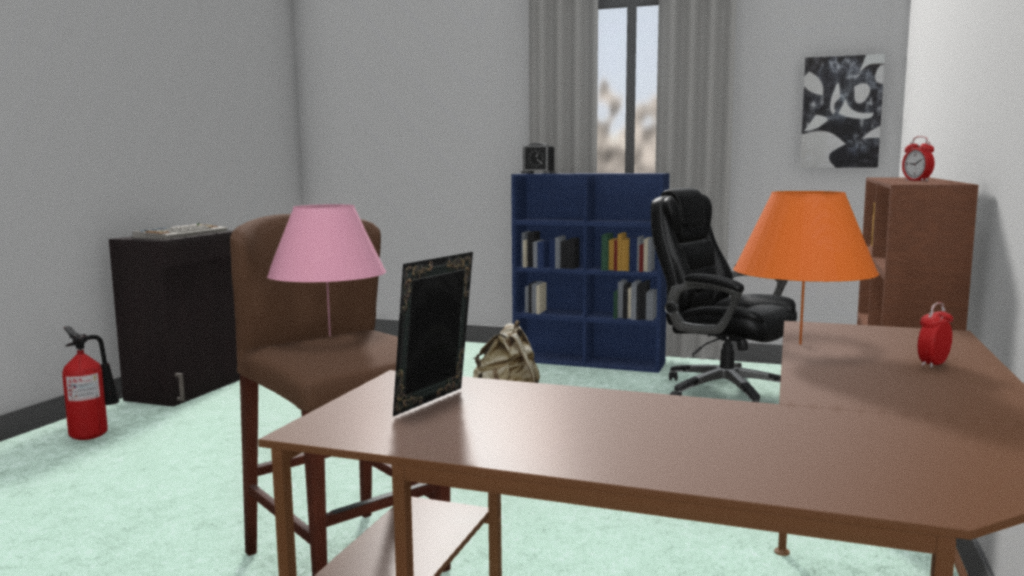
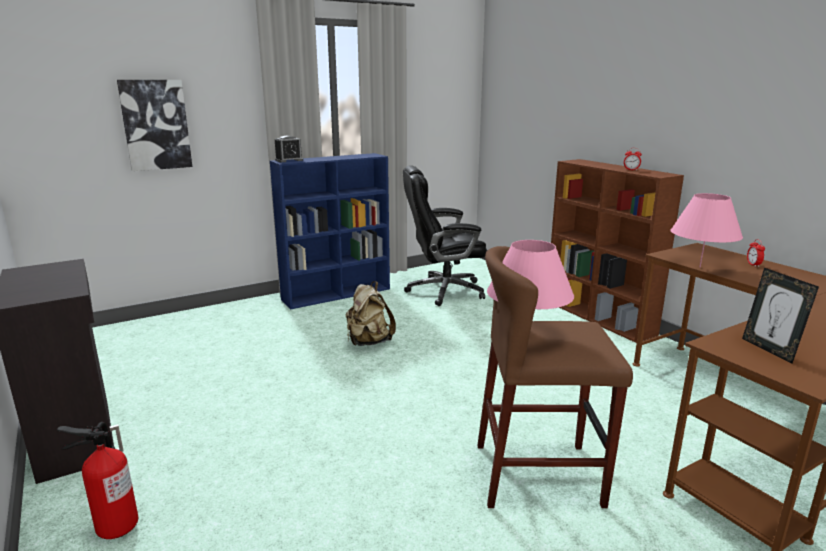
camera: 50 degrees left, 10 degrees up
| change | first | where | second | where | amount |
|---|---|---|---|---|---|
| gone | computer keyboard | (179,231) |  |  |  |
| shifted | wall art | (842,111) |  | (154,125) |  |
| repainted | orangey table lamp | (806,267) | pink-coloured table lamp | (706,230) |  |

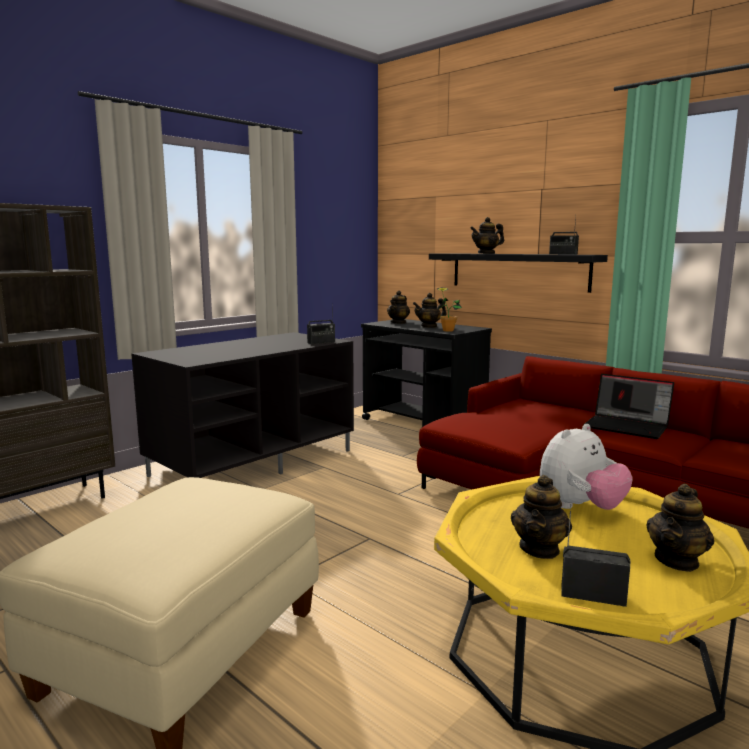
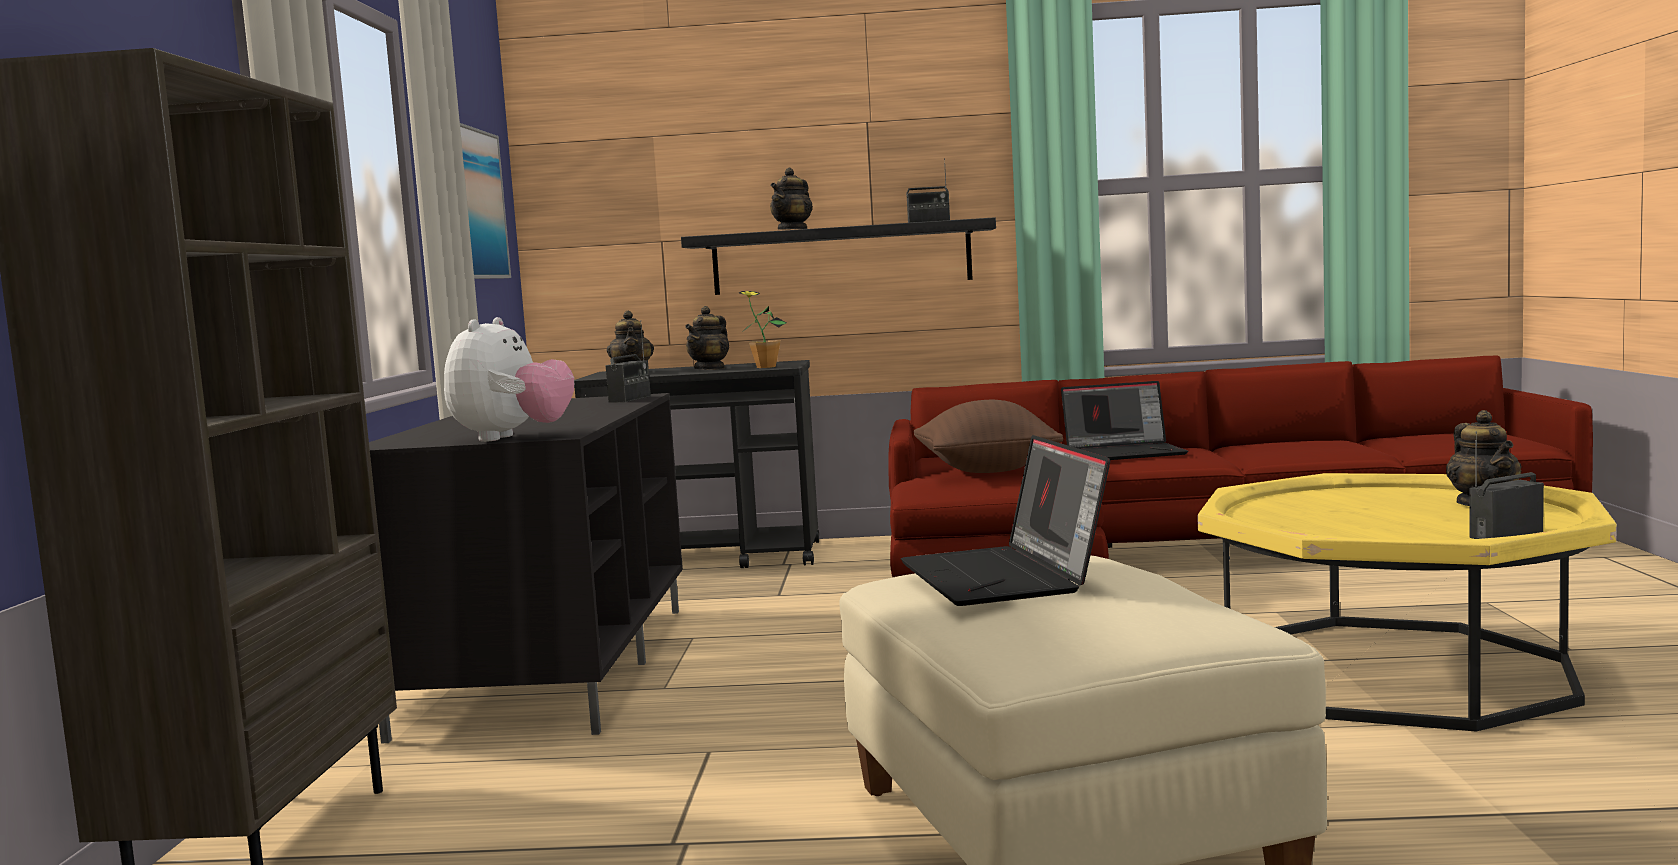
camera: 40 degrees left, 5 degrees down
| change | first | where | second | where | amount |
|---|---|---|---|---|---|
| gone | tea pot | (541,517) |  |  |  |
| new |  |  | wall art | (485,201) |  |
| new |  |  | laptop | (1005,520) |  |
| new |  |  | brownish cushion | (988,436) |  |
| shifted | cuddly toy | (586,467) |  | (509,379) |  |

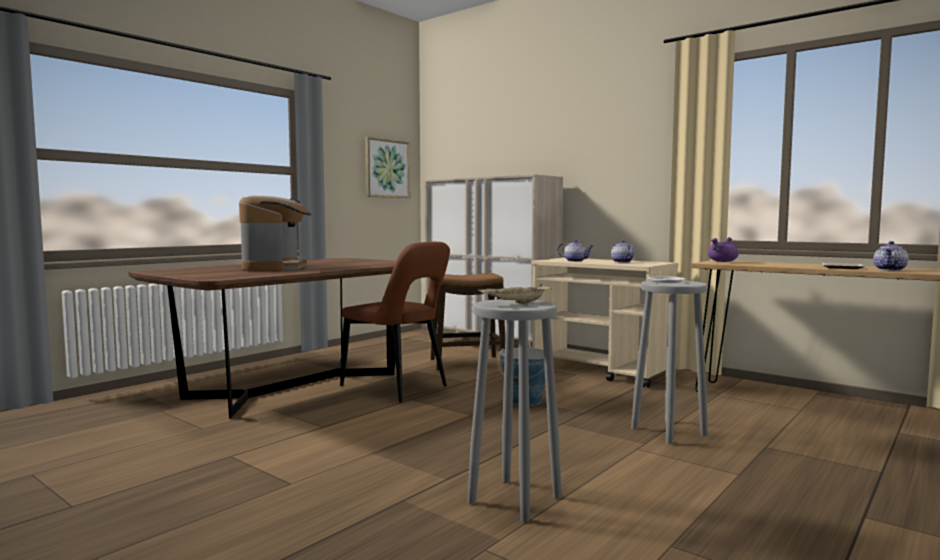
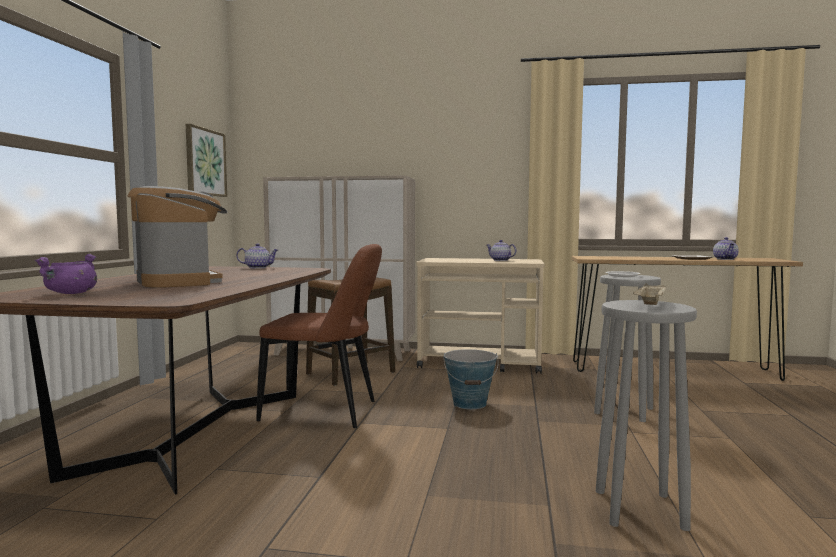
camera: 30 degrees left, 0 degrees up
| change | first | where | second | where | amount |
|---|---|---|---|---|---|
| shifted | tea pot | (575,251) |  | (257,256) |  |
| shifted | purplish stockpot | (723,249) |  | (66,274) |  |

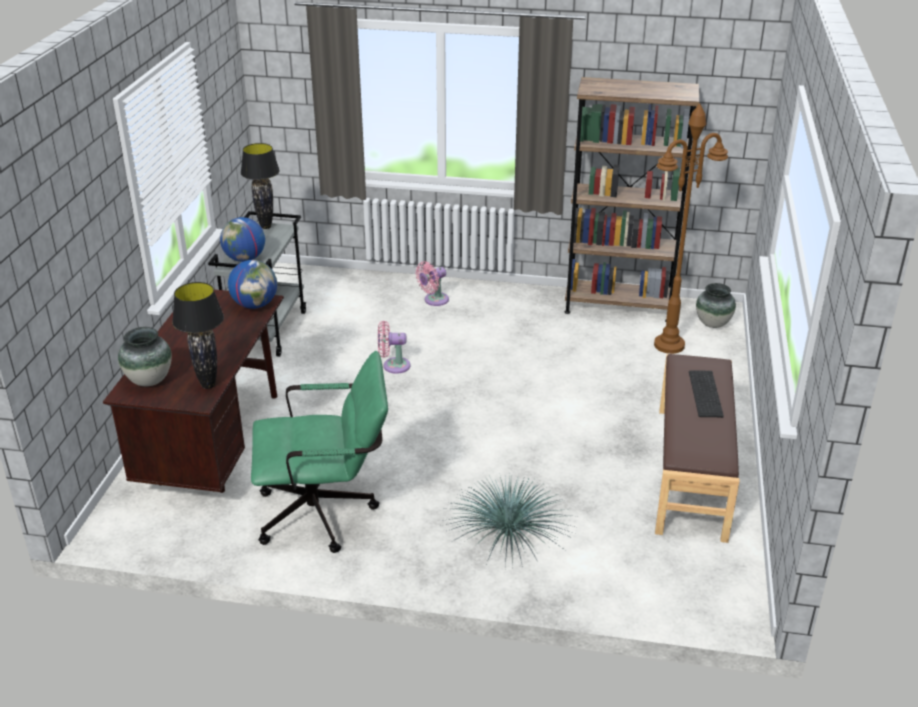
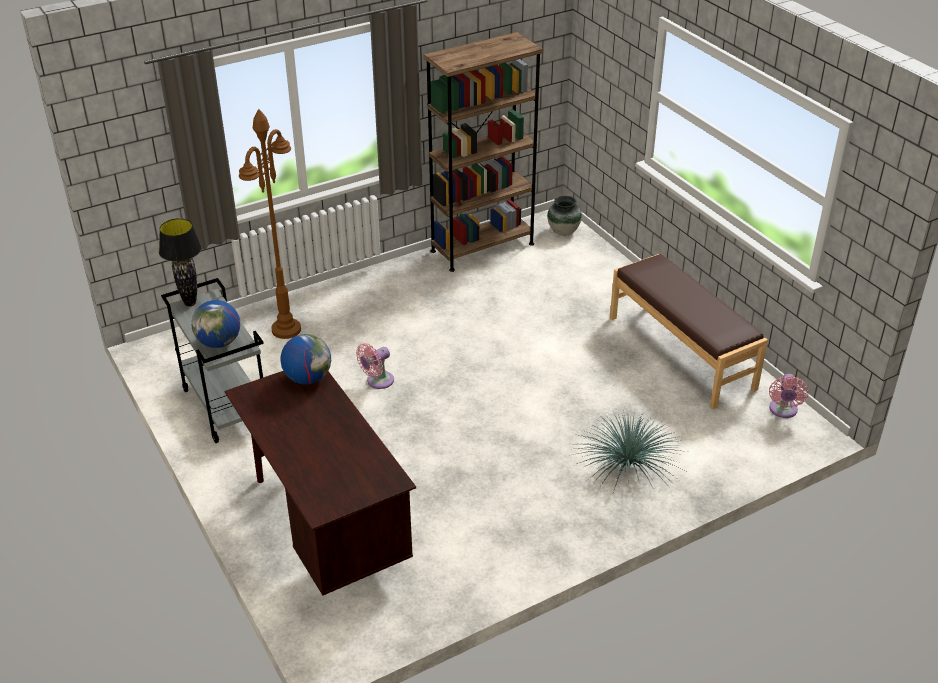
camera: 40 degrees left, 5 degrees up
| change | first | where | second | where | amount |
|---|---|---|---|---|---|
| gone | vase | (145,356) |  |  |  |
| gone | black-coloured table lamp | (198,335) |  |  |  |
| gone | green computer chair | (319,452) |  |  |  |
| gone | computer keyboard | (706,394) |  |  |  |
| shifted | pink-coloured electric fan | (432,283) |  | (789,395) |  |
| shifted | brownish standard lamp | (691,228) |  | (270,224) |  |

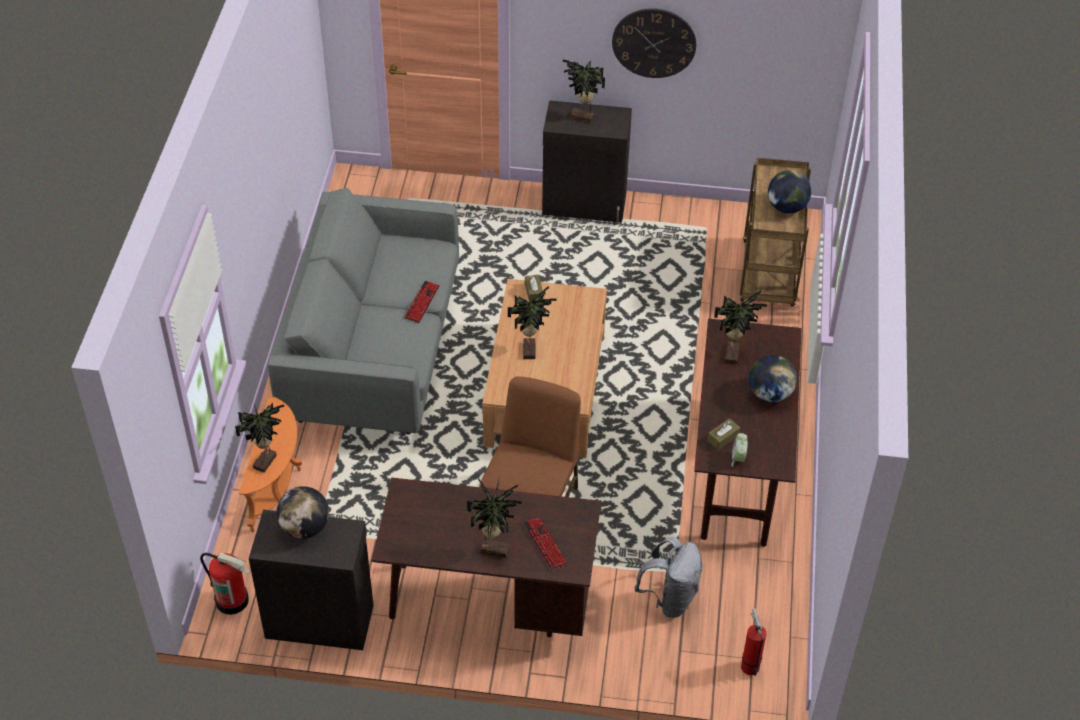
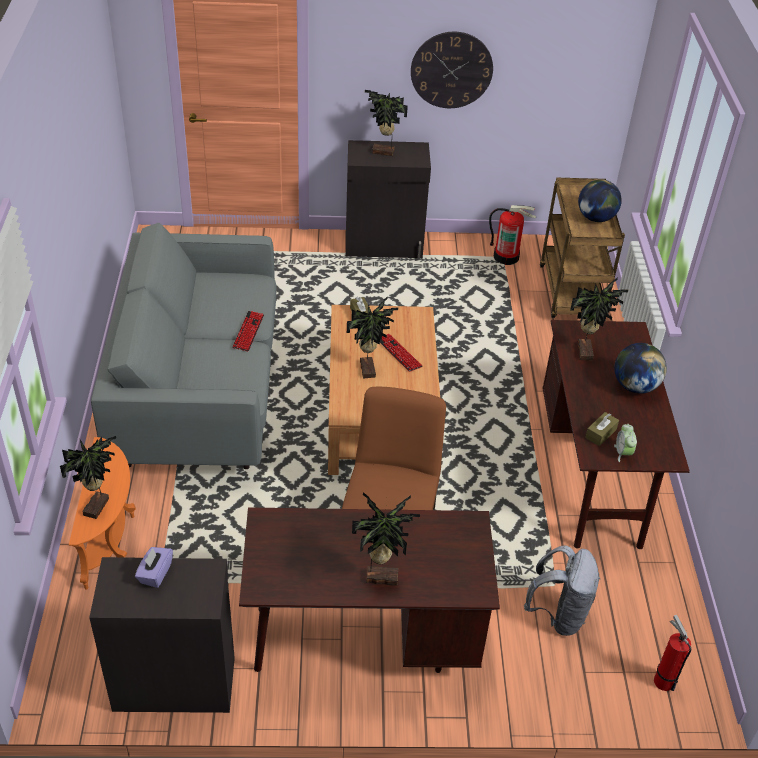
camera: 10 degrees left, 5 degrees down
| change | first | where | second | where | amount |
|---|---|---|---|---|---|
| shifted | fire extinguisher | (225,584) |  | (513,235) |  |
| shifted | computer keyboard | (545,543) |  | (401,353) |  |
| swapped | globe | (302,512) | purplish box of tissues | (154,567) |  |

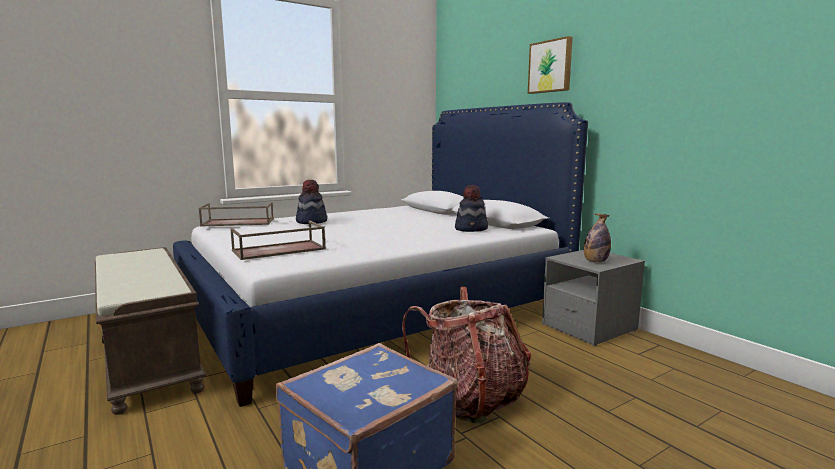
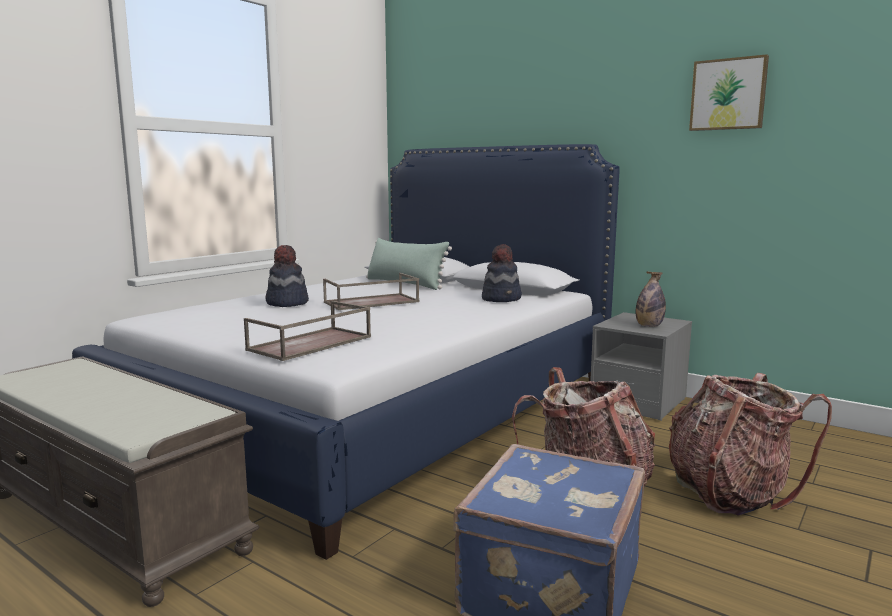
camera: 20 degrees left, 0 degrees up
| change | first | where | second | where | amount |
|---|---|---|---|---|---|
| new |  |  | green cushion | (409,264) |  |
| new |  |  | backpack | (750,444) |  |
| shifted | brownish serving tray | (236,214) |  | (371,291) |  |
| shifted | wall art | (550,65) |  | (729,92) |  |

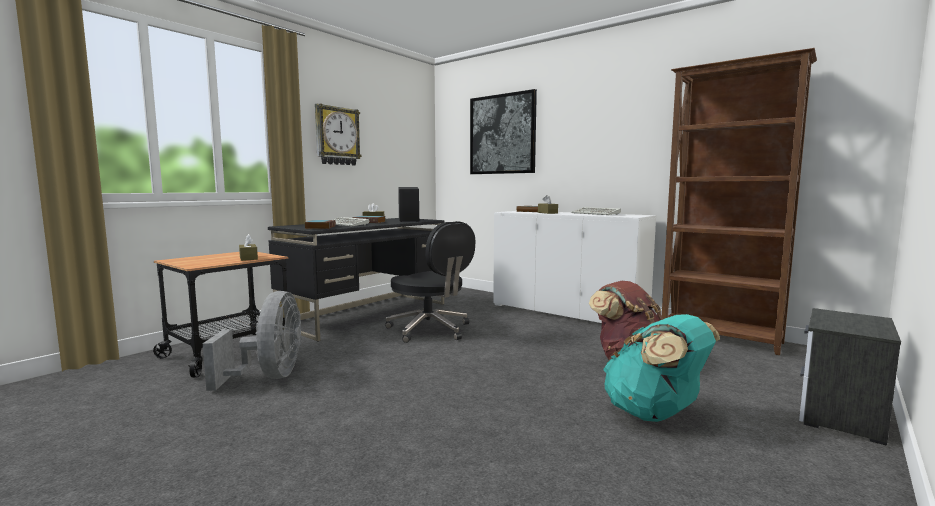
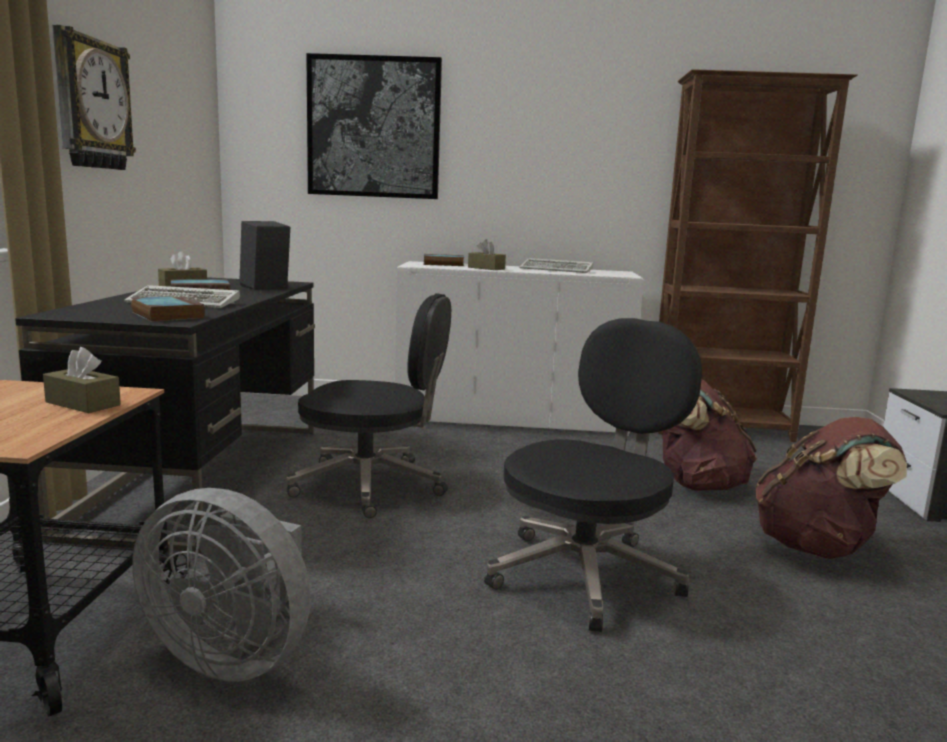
camera: 35 degrees left, 5 degrees up
| change | first | where | second | where | amount |
|---|---|---|---|---|---|
| new |  |  | black-coloured computer chair | (593,475) |  |
| repainted | blue-green backpack | (661,368) | brownish backpack | (831,488) |  |
| rotated | greyish electric fan | (252,341) |  | (221,585) | 150 degrees clockwise |

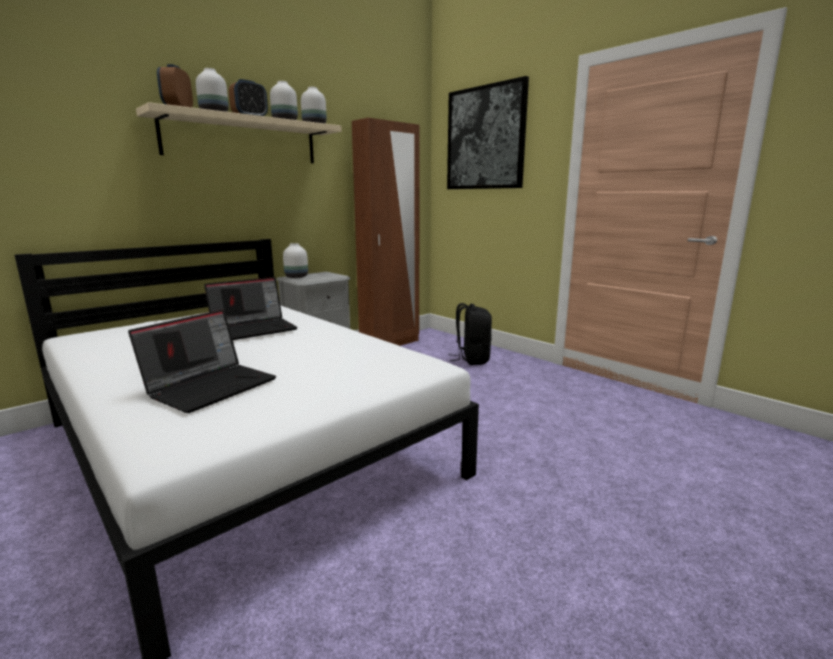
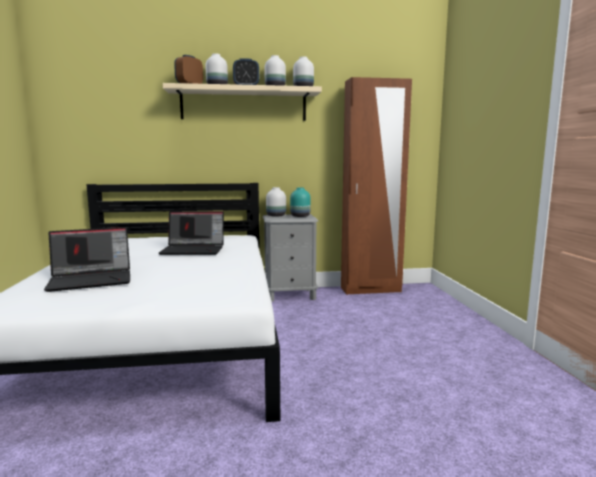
camera: 35 degrees right, 5 degrees down
| change | first | where | second | where | amount |
|---|---|---|---|---|---|
| gone | wall art | (488,132) |  |  |  |
| gone | black-coloured backpack | (470,334) |  |  |  |
| new |  |  | blue-green vase | (300,202) |  |

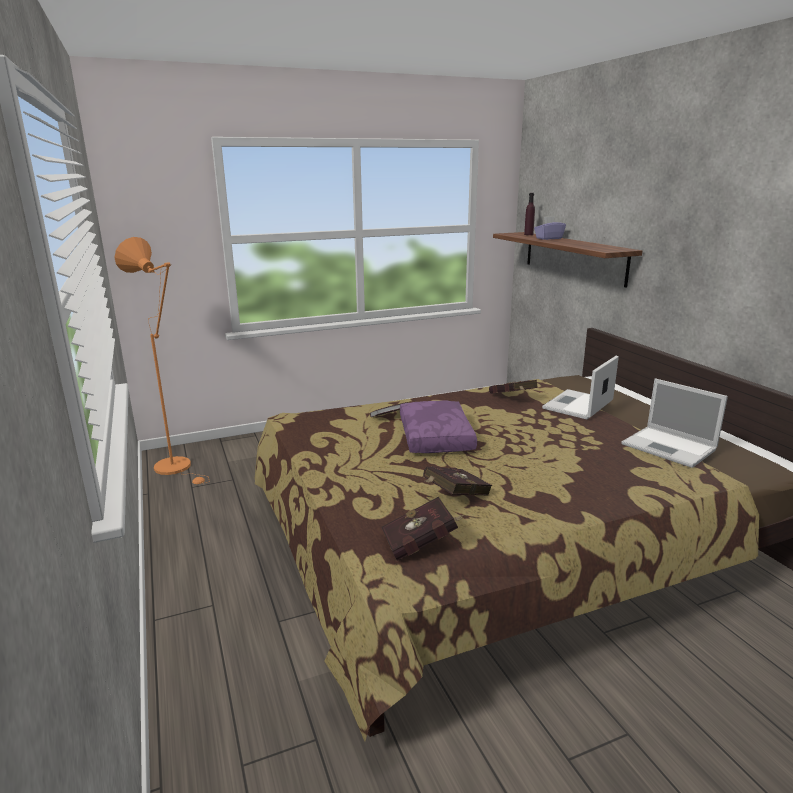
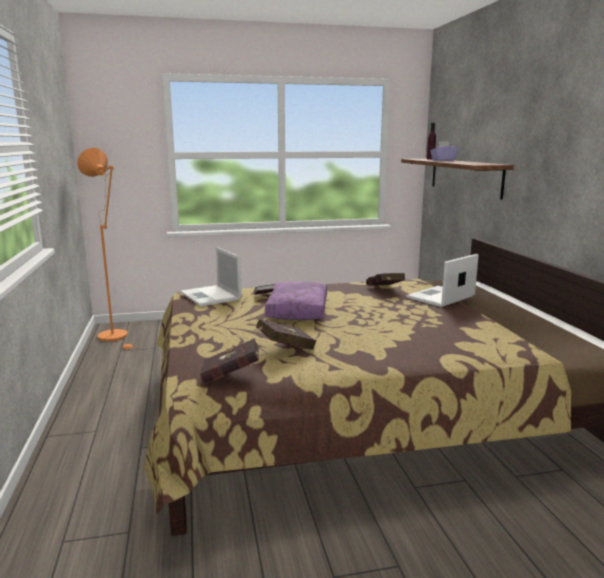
camera: 10 degrees right, 5 degrees down
| change | first | where | second | where | amount |
|---|---|---|---|---|---|
| shifted | laptop | (674,423) |  | (211,276) |  |

